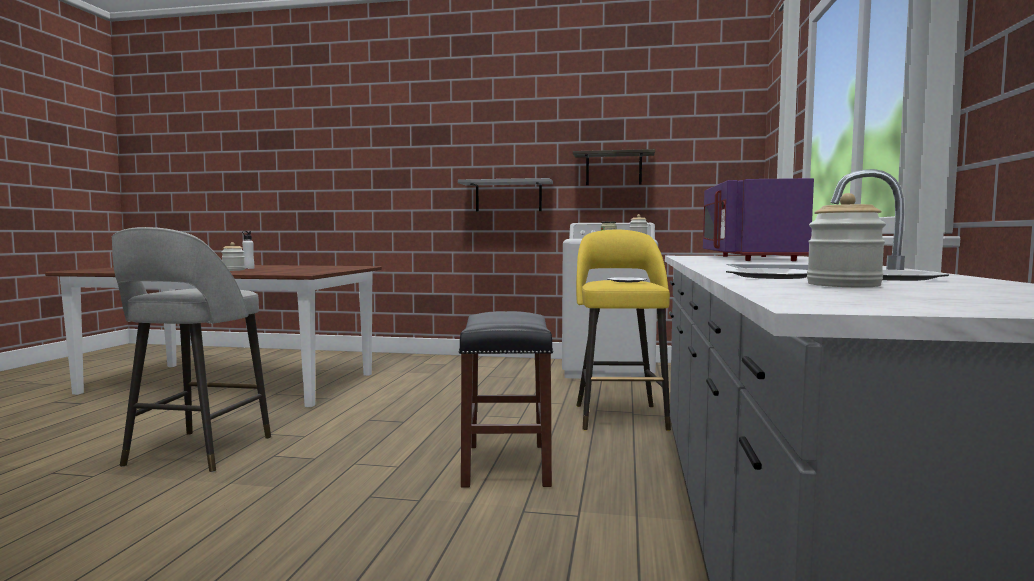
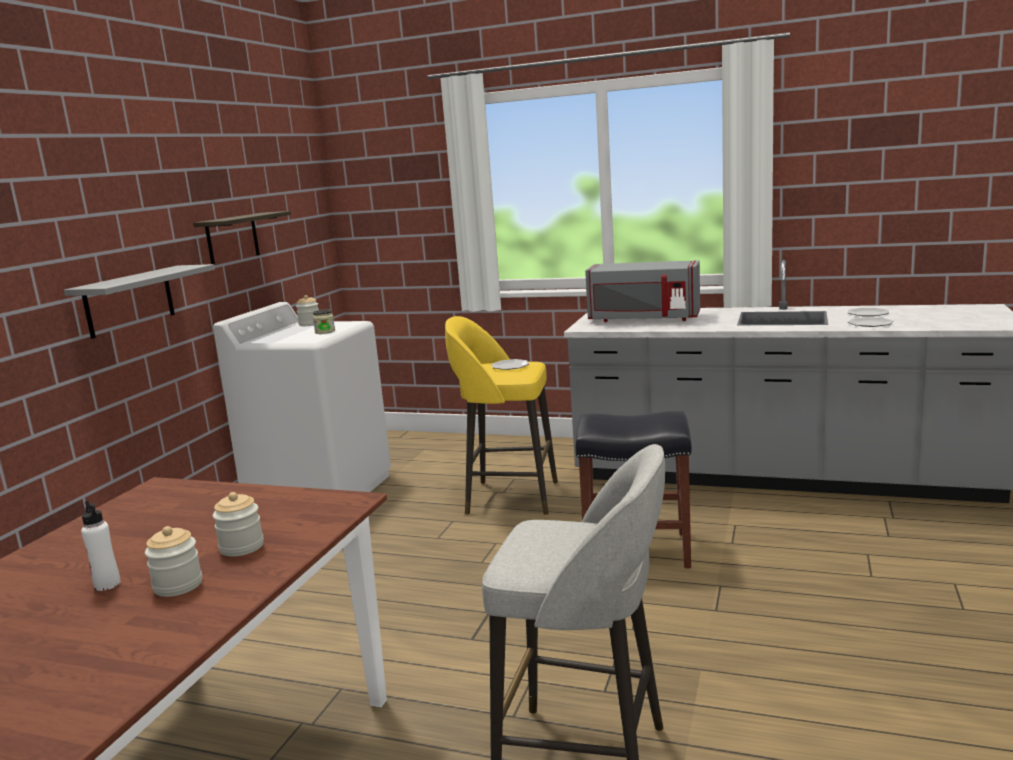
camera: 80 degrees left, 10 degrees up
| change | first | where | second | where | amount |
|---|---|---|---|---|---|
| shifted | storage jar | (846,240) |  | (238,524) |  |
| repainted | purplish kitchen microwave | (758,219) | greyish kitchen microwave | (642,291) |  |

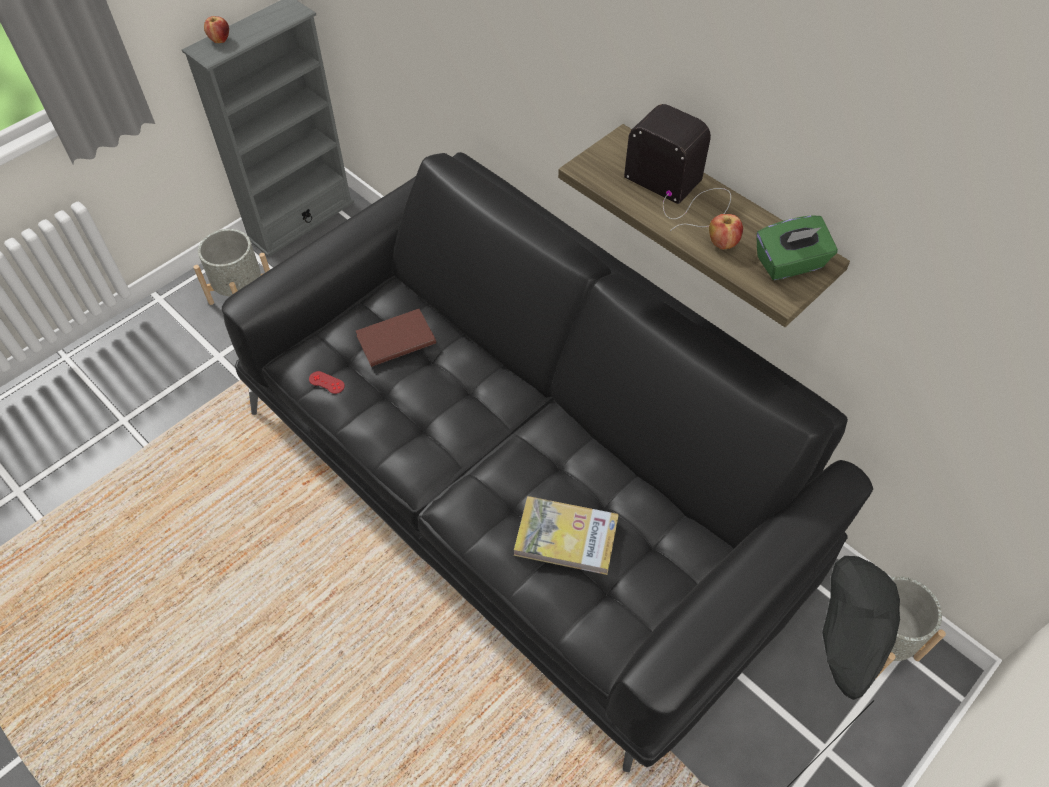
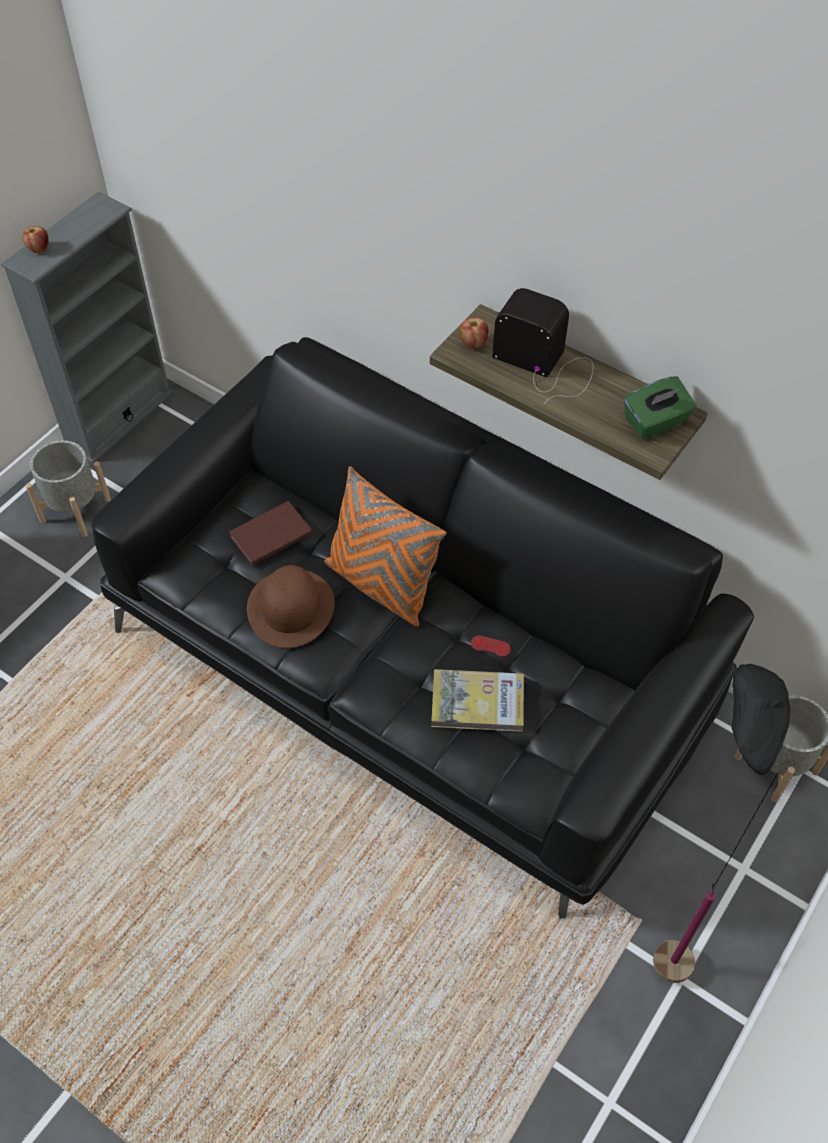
camera: 10 degrees left, 0 degrees up
| change | first | where | second | where | amount |
|---|---|---|---|---|---|
| new |  |  | brownish wearable hat | (291,606) |  |
| new |  |  | orangey cushion | (386,546) |  |
| shifted | red-coloured game controller | (327,382) |  | (491,646) |  |
| shifted | apple fruit | (726,231) |  | (473,333) |  |

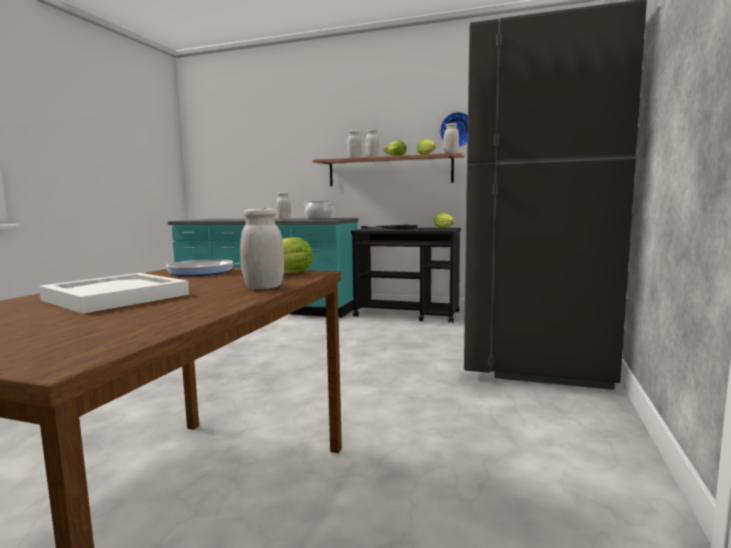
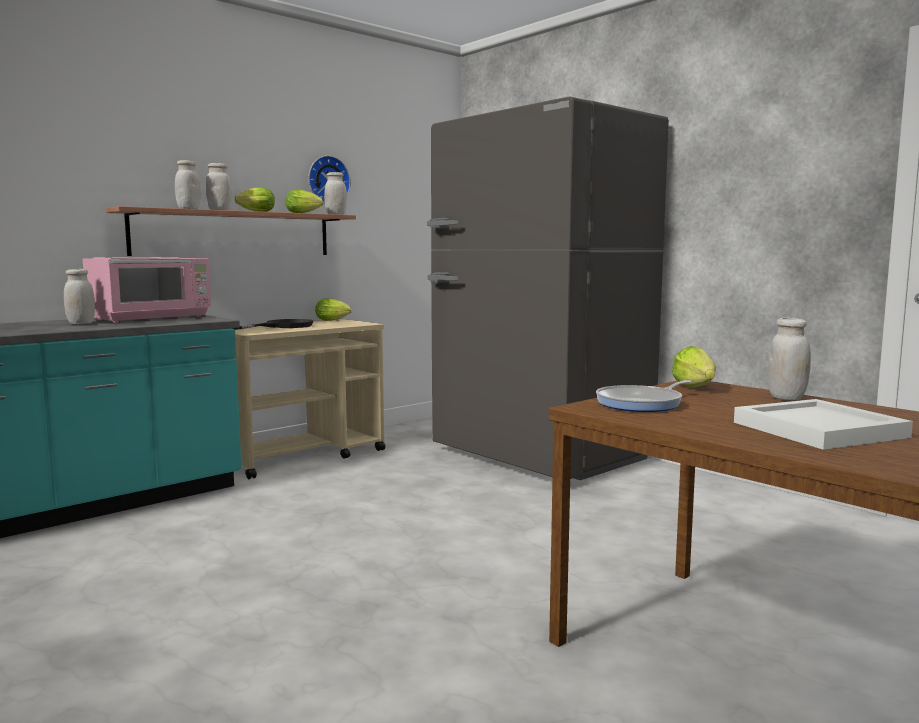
camera: 60 degrees left, 0 degrees up
| change | first | where | second | where | amount |
|---|---|---|---|---|---|
| swapped | stockpot | (319,210) | pink-coloured kitchen microwave | (147,290) |  |
| repainted | black-coloured cart | (406,275) | beige cart | (309,399) |  |

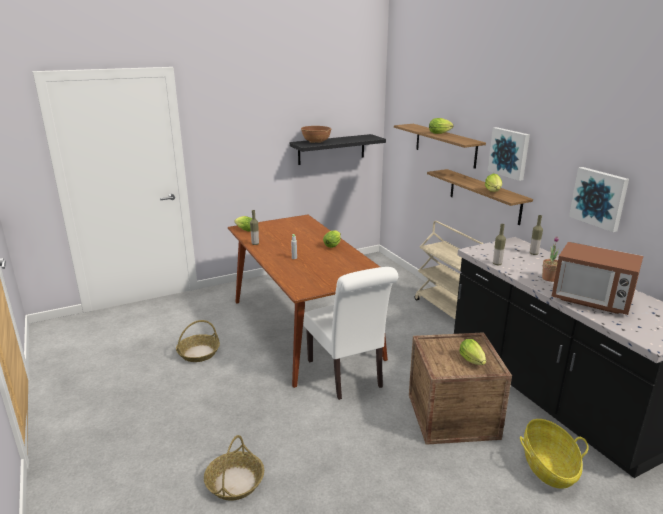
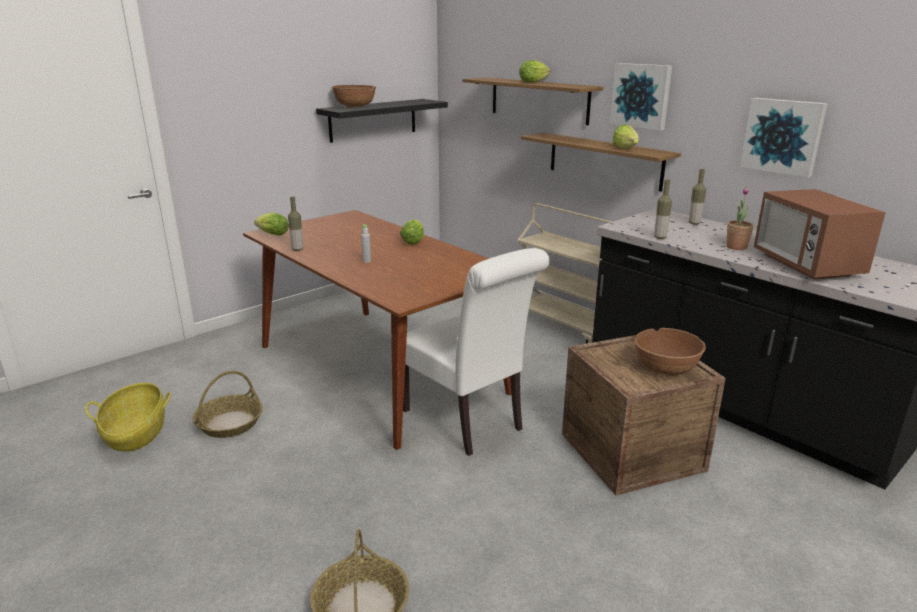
camera: 15 degrees left, 0 degrees up
| change | first | where | second | where | amount |
|---|---|---|---|---|---|
| shifted | basket | (554,454) |  | (128,417) |  |
| swapped | lettuce head | (472,352) | brownish serving bowl | (670,352) |  |
| rotated | kitchen microwave | (597,278) |  | (820,234) | 60 degrees clockwise |

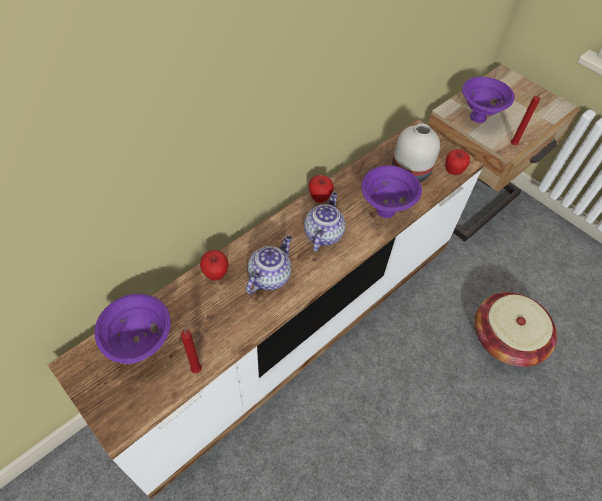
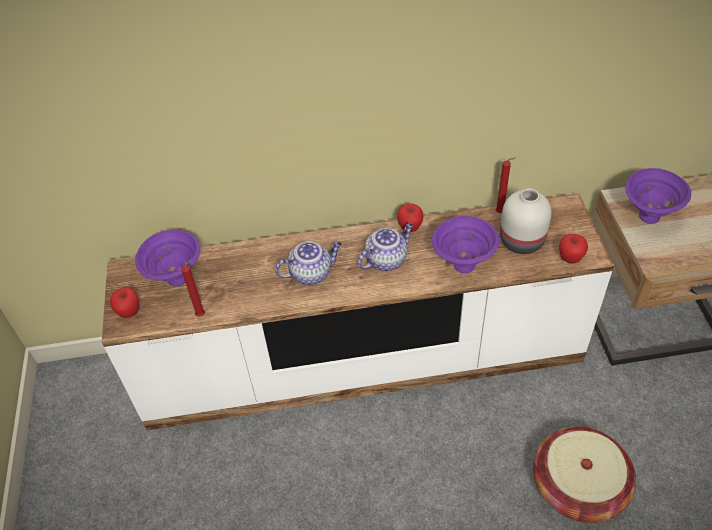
camera: 40 degrees right, 5 degrees down
| change | first | where | second | where | amount |
|---|---|---|---|---|---|
| shifted | apple fruit | (214,265) |  | (124,302) |  |
| shifted | red-coloured candle | (528,117) |  | (505,185) |  |

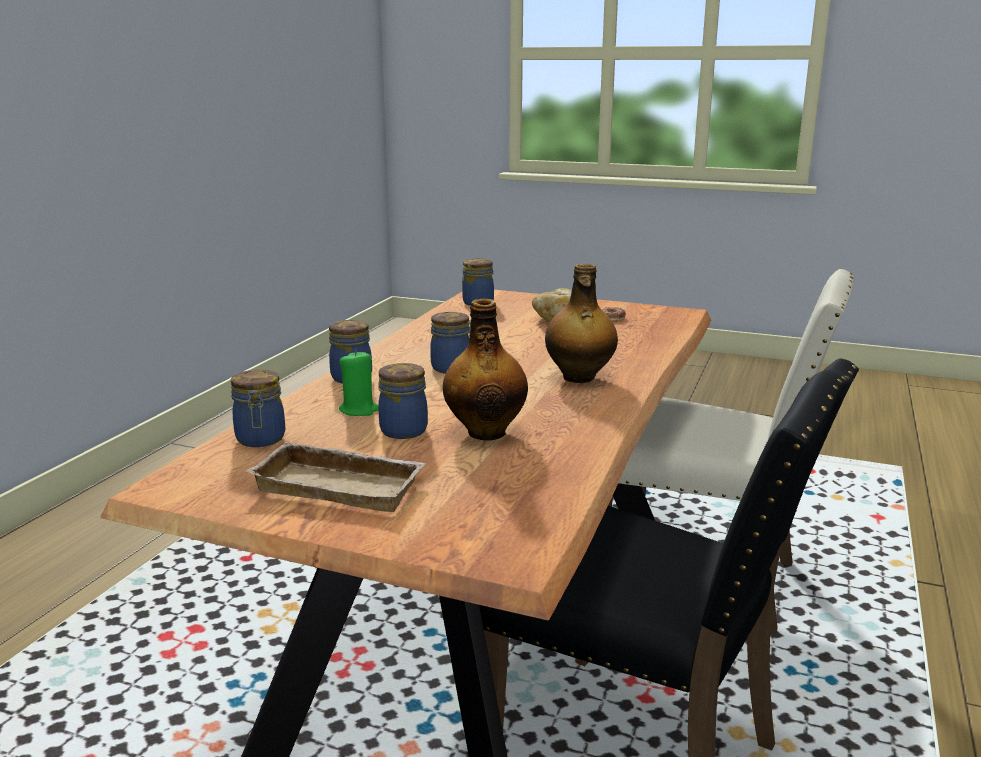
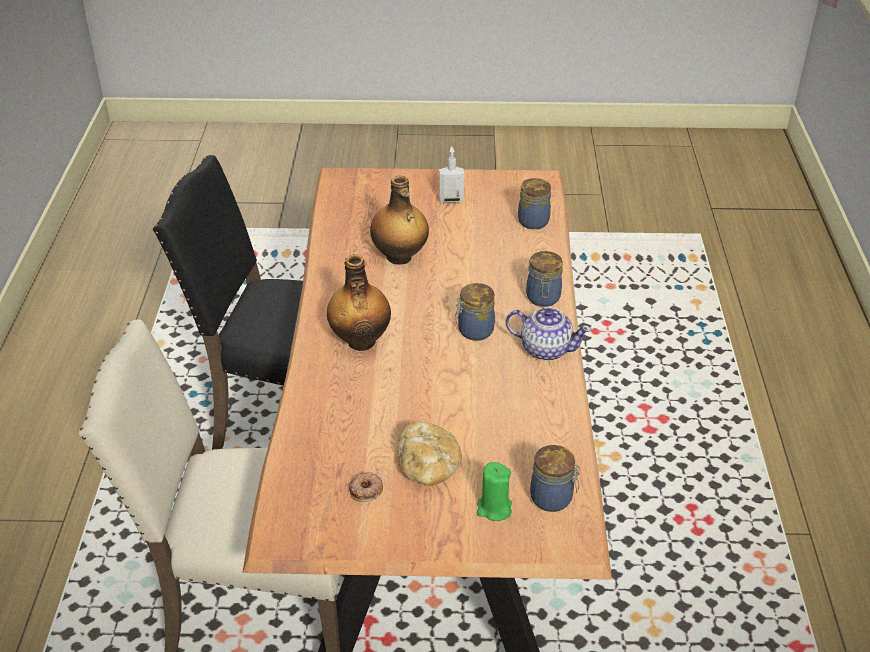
camera: 160 degrees right, 20 degrees up
| change | first | where | second | where | amount |
|---|---|---|---|---|---|
| gone | storage jar | (403,401) |  |  |  |
| new |  |  | tea pot | (549,334) |  |
| shifted | green candle | (359,383) |  | (494,491) |  |
| swapped | beige serving tray | (336,476) | soap bottle | (451,175) |  |

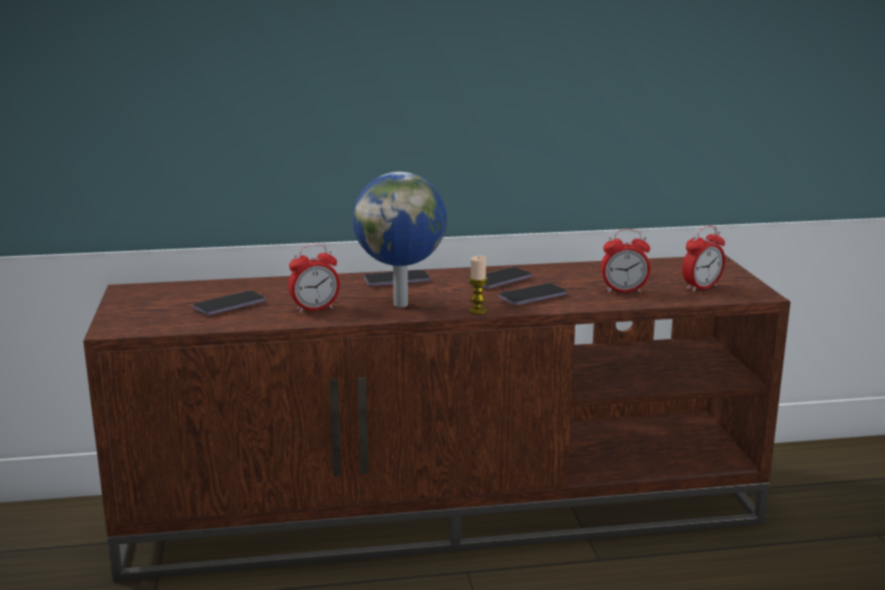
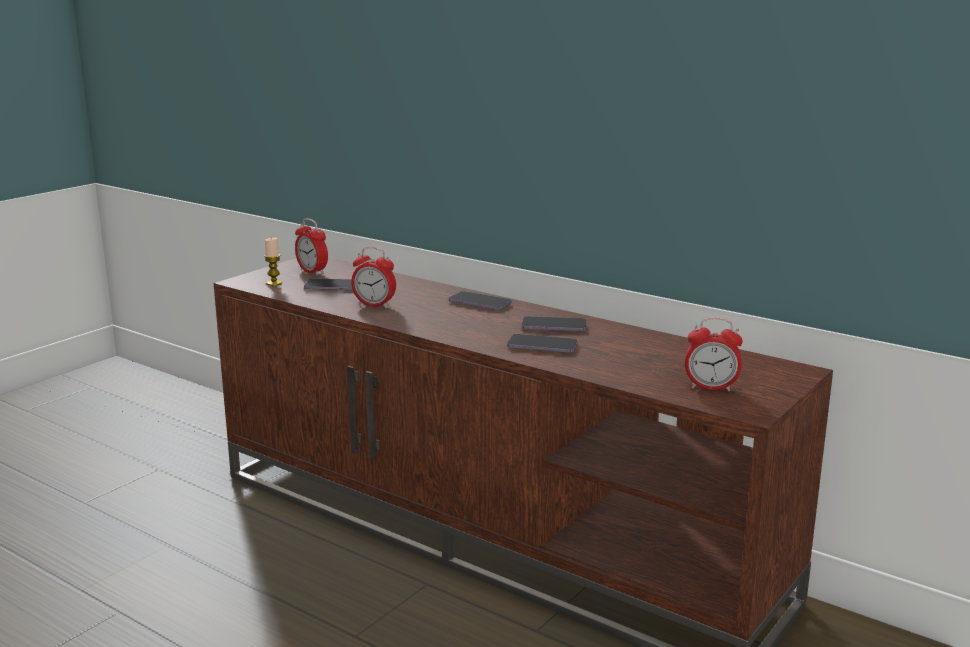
camera: 45 degrees right, 0 degrees up
| change | first | where | second | where | amount |
|---|---|---|---|---|---|
| gone | globe | (400,239) |  |  |  |
| shifted | candle | (478,285) |  | (273,261) |  |
| shifted | alarm clock | (626,261) |  | (311,247) |  |

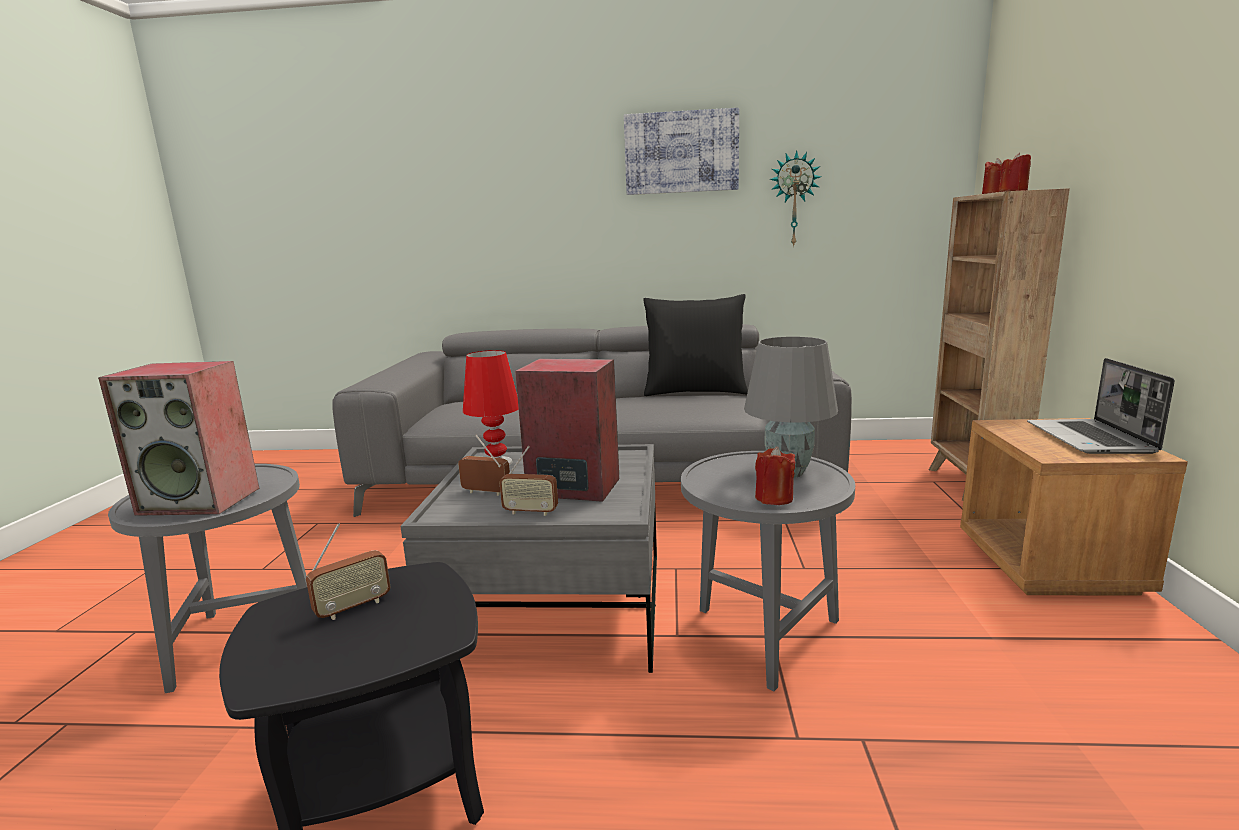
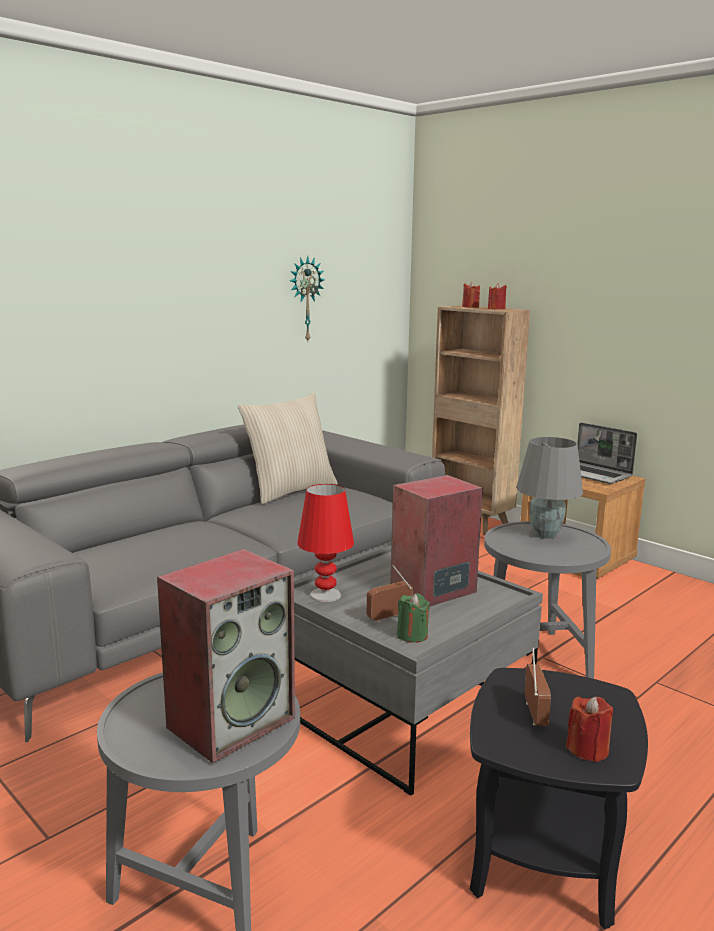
camera: 50 degrees left, 0 degrees up
| change | first | where | second | where | amount |
|---|---|---|---|---|---|
| gone | radio | (528,481) |  |  |  |
| gone | wall art | (681,151) |  |  |  |
| new |  |  | green candle | (413,618) |  |
| shifted | red-coloured candle | (775,476) |  | (589,729) |  |
| repainted | black-coloured cushion | (695,345) | beige cushion | (288,448) |  |

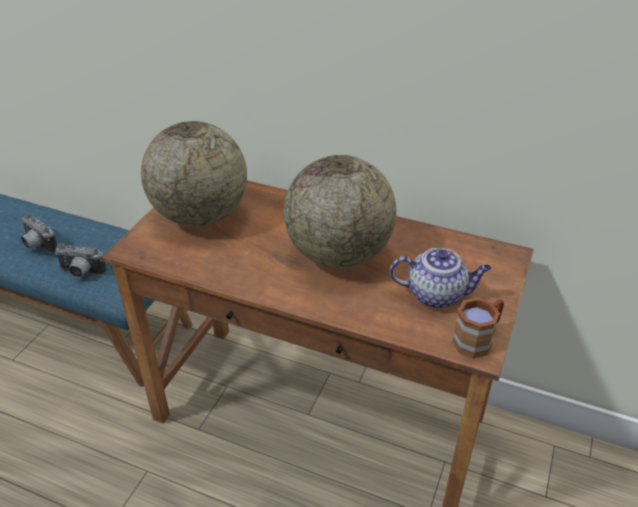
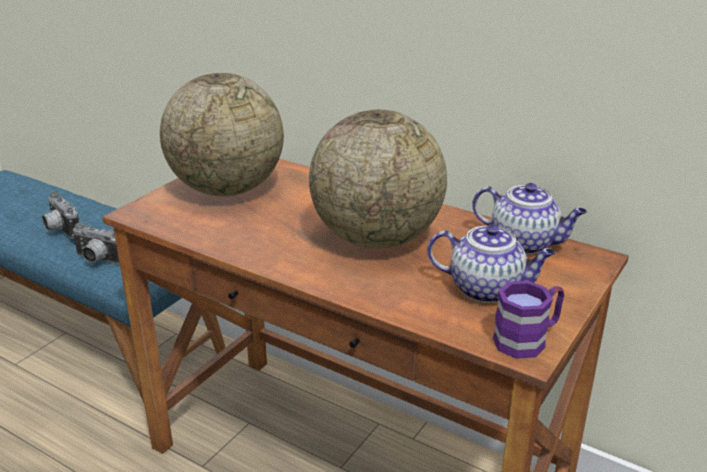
camera: 10 degrees right, 10 degrees down
| change | first | where | second | where | amount |
|---|---|---|---|---|---|
| new |  |  | tea pot | (529,218) |  |
| repainted | brownish mug | (478,328) | purplish mug | (528,320) |  |

